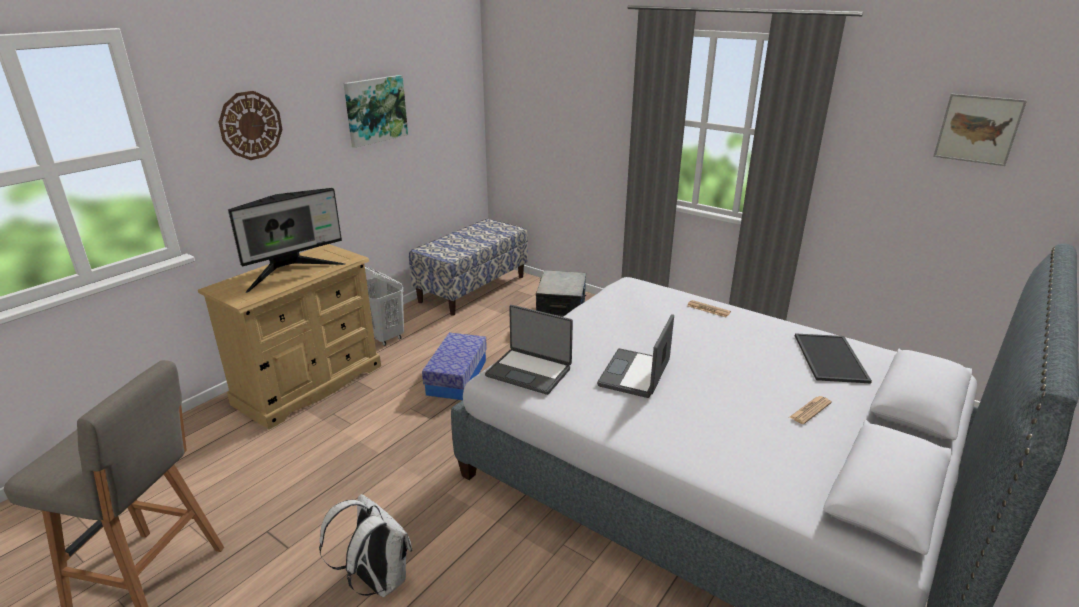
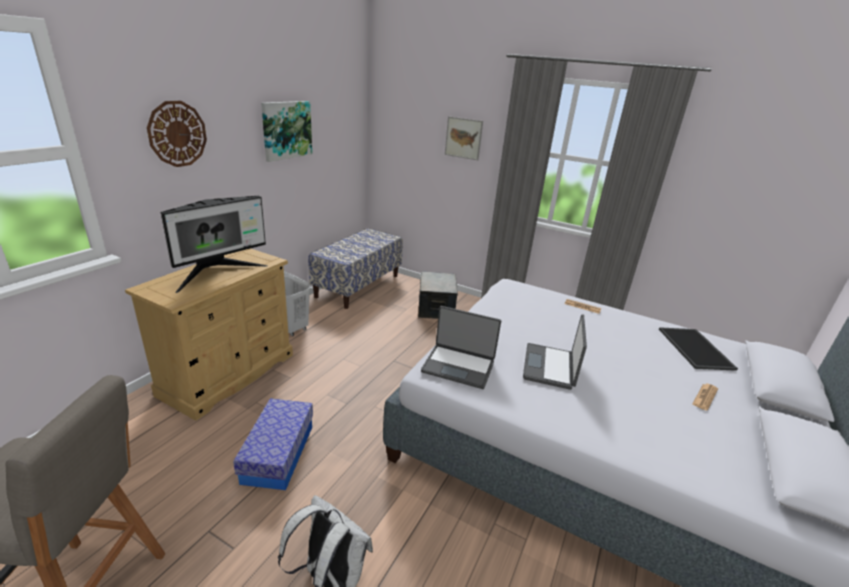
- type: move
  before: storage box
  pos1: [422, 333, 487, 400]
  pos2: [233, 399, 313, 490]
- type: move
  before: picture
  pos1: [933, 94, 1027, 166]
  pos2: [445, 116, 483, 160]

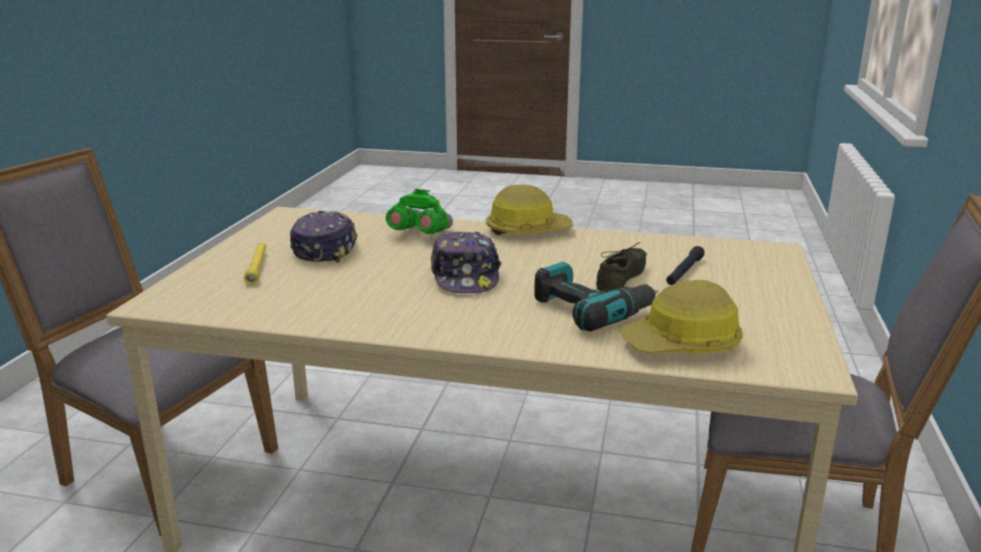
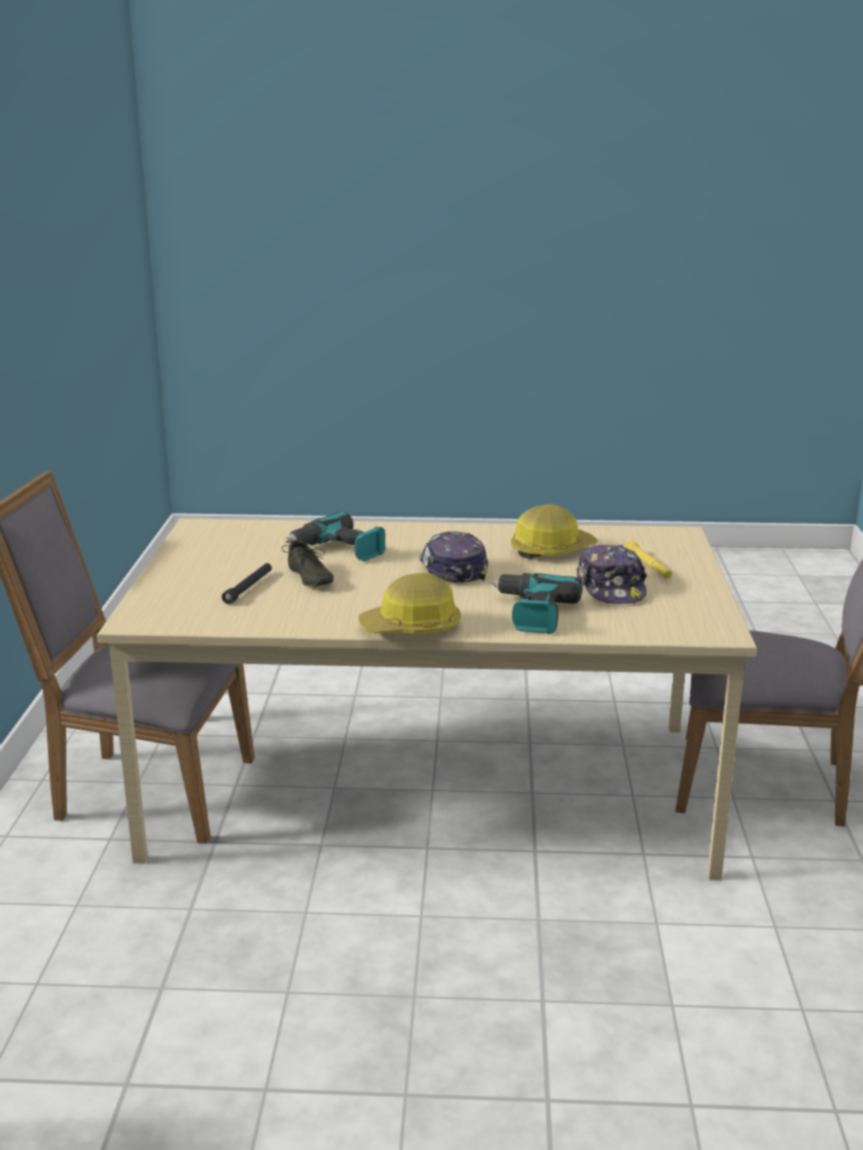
- type: move
  before: hard hat
  pos1: [619, 280, 743, 354]
  pos2: [511, 504, 598, 559]
- type: replace
  before: green field glasses
  after: drill
  pos1: [386, 189, 453, 234]
  pos2: [489, 573, 583, 634]
- type: rotate
  before: gray low shoe
  pos1: [596, 242, 647, 292]
  pos2: [282, 537, 334, 586]
  turn: -45

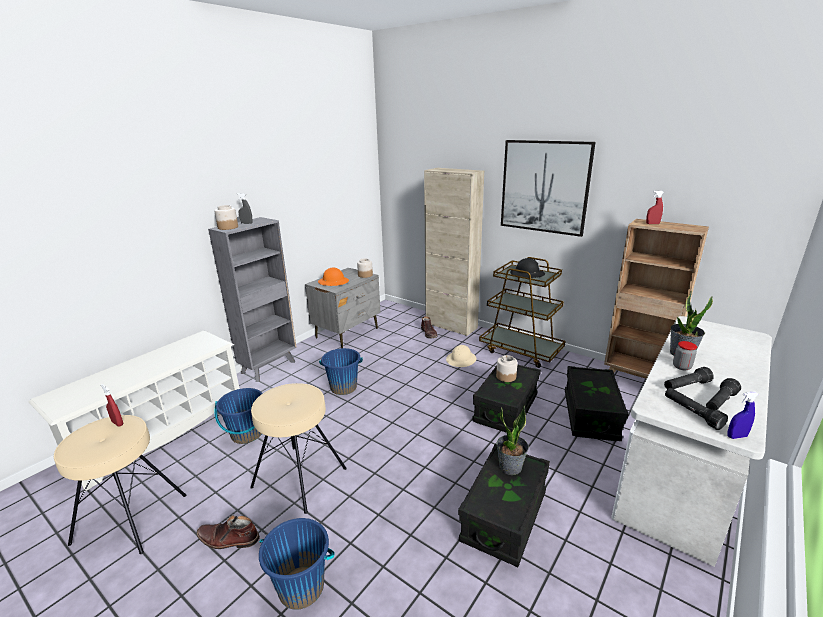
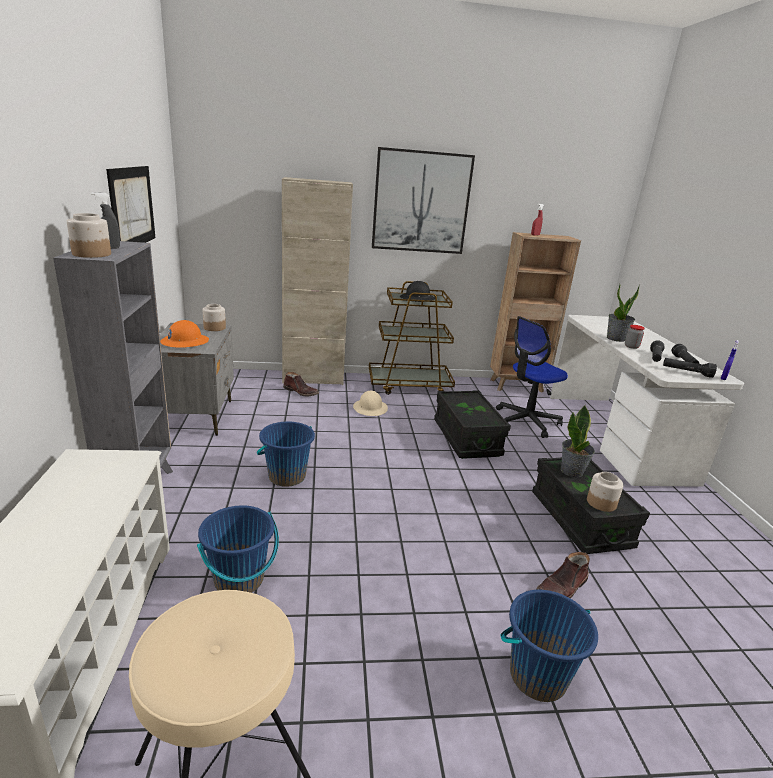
- type: delete
  before: reddish sprayer
  pos1: [101, 384, 123, 426]
- type: delete
  before: sand-coloured stool seat
  pos1: [250, 383, 347, 514]
- type: insert
  after: picture
  pos2: [106, 166, 155, 243]
- type: move
  before: brown boot
  pos1: [197, 515, 260, 549]
  pos2: [536, 552, 590, 598]
- type: move
  before: storage jar
  pos1: [496, 355, 518, 382]
  pos2: [587, 472, 623, 512]
- type: replace
  before: black-coloured storage box
  after: office chair
  pos1: [565, 366, 629, 441]
  pos2: [496, 316, 568, 438]

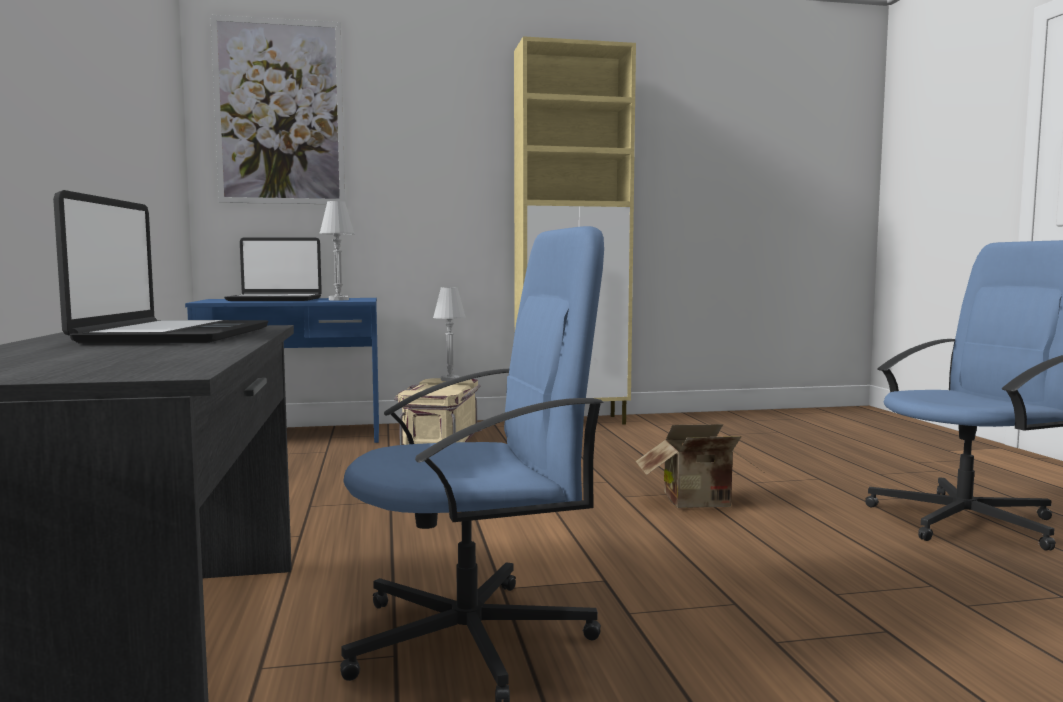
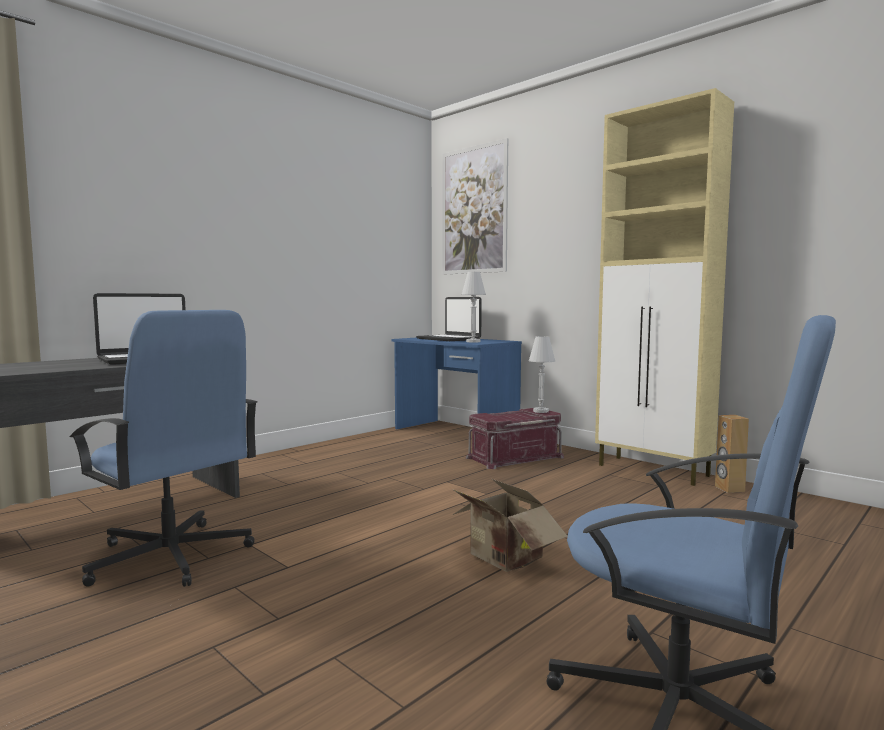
- type: insert
  after: brown speaker
  pos2: [715, 415, 749, 493]
- type: recolor
  before: sand-coloured storage box
  after: reddish storage box
  pos1: [394, 378, 482, 445]
  pos2: [466, 408, 564, 469]

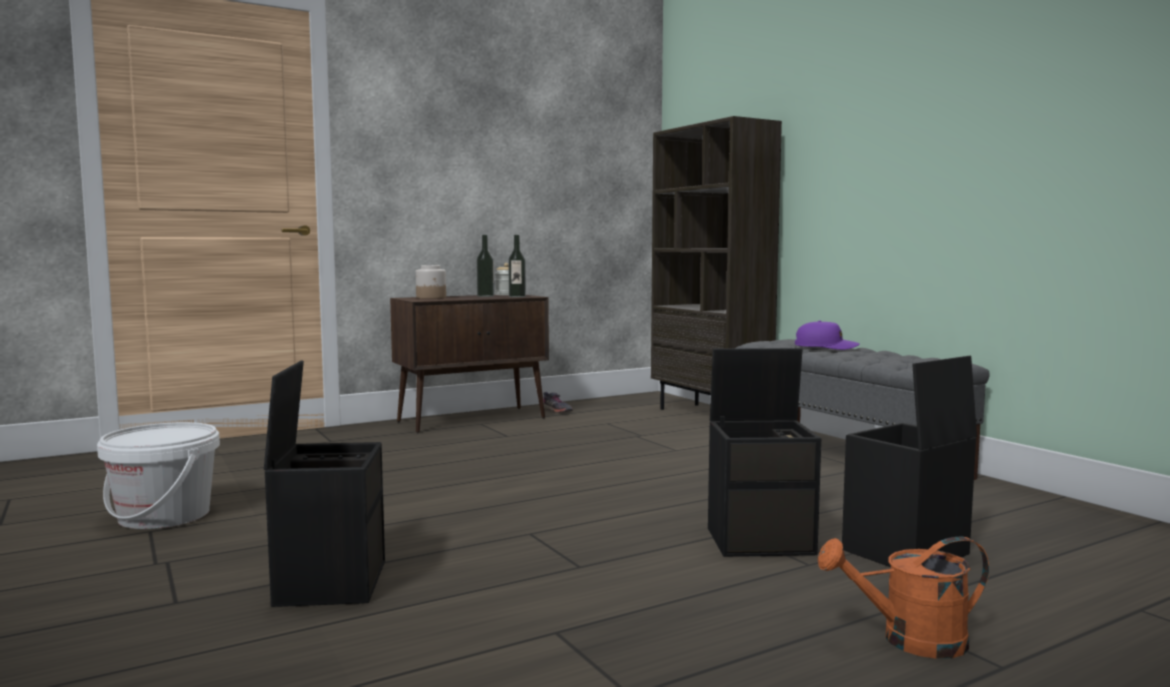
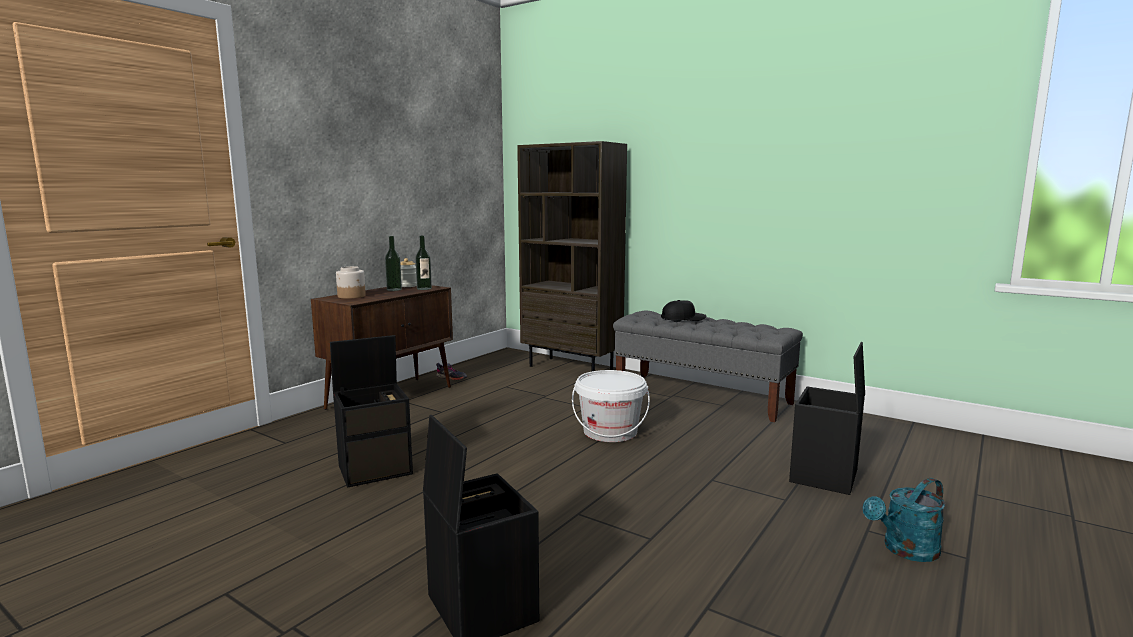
- type: move
  before: white-coloured water bucket
  pos1: [97, 422, 220, 529]
  pos2: [572, 370, 650, 442]
- type: move
  before: black-coloured storage box
  pos1: [708, 348, 821, 557]
  pos2: [330, 335, 413, 488]
- type: recolor
  before: purple peaked cap
  after: black-coloured peaked cap
  pos1: [795, 320, 860, 350]
  pos2: [661, 300, 707, 321]
- type: recolor
  before: orangey watering can
  after: turquoise watering can
  pos1: [818, 536, 989, 659]
  pos2: [863, 478, 946, 562]

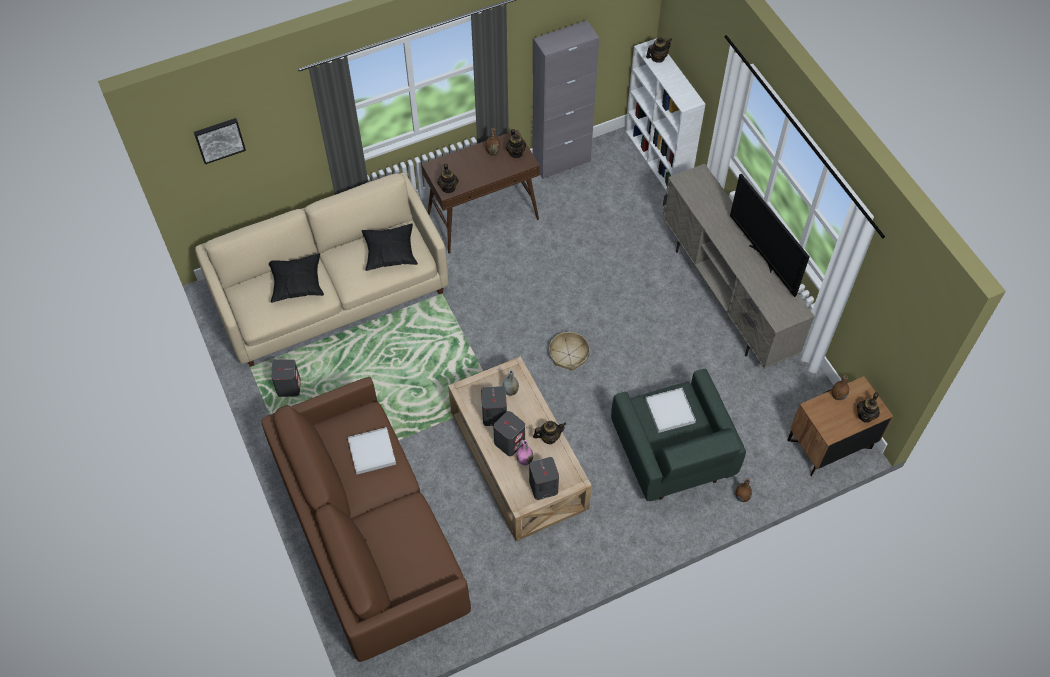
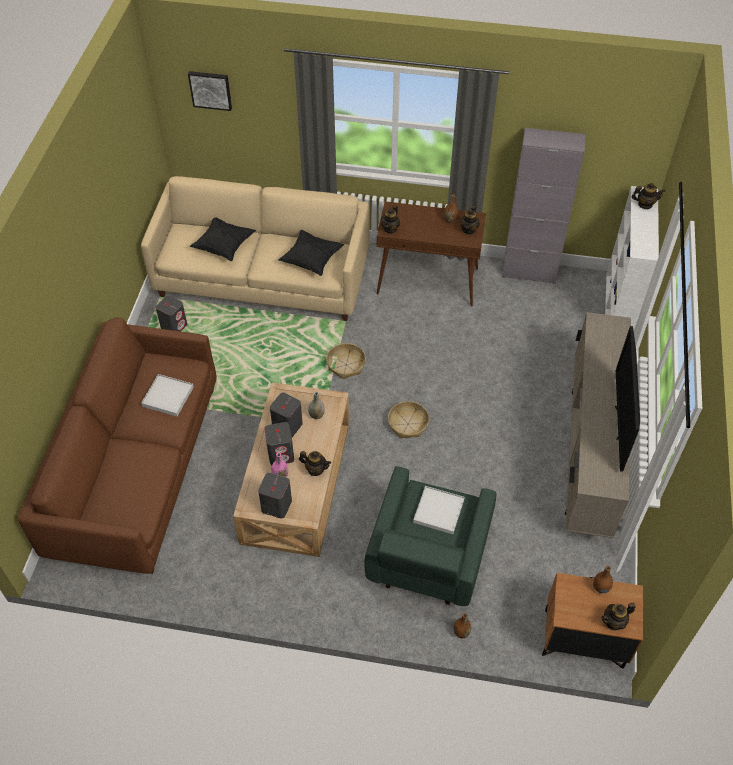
- type: insert
  after: basket
  pos2: [326, 343, 366, 379]

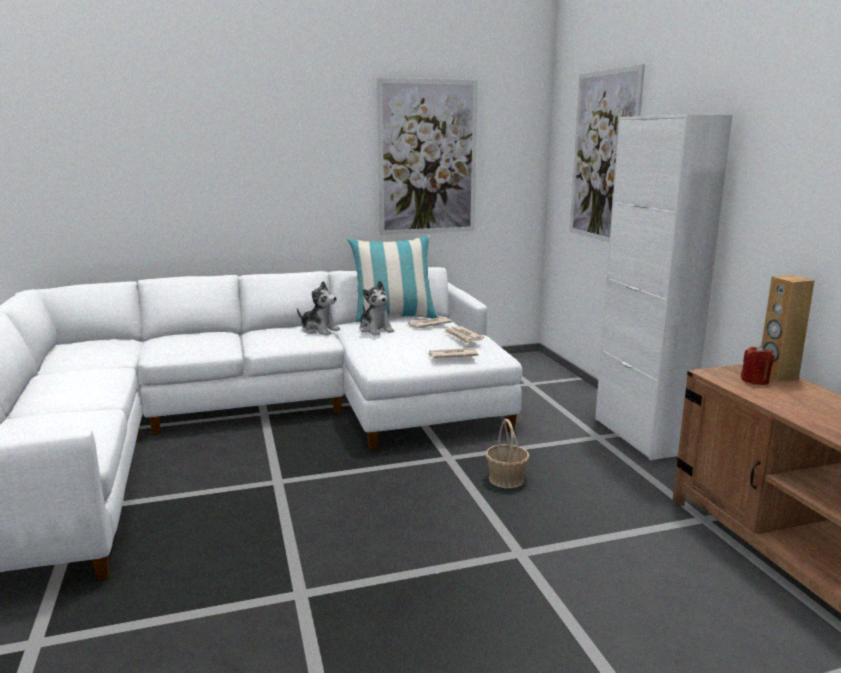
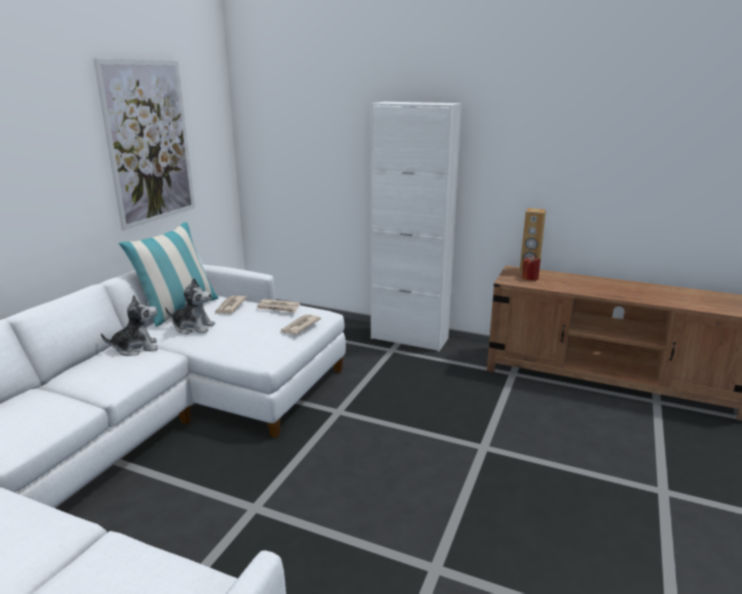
- type: delete
  before: basket
  pos1: [486, 419, 530, 488]
- type: delete
  before: picture
  pos1: [570, 64, 645, 243]

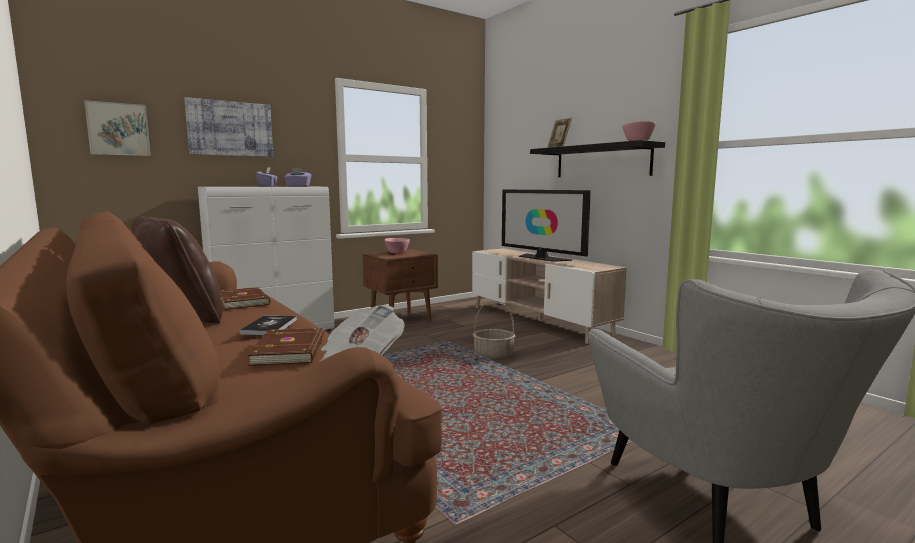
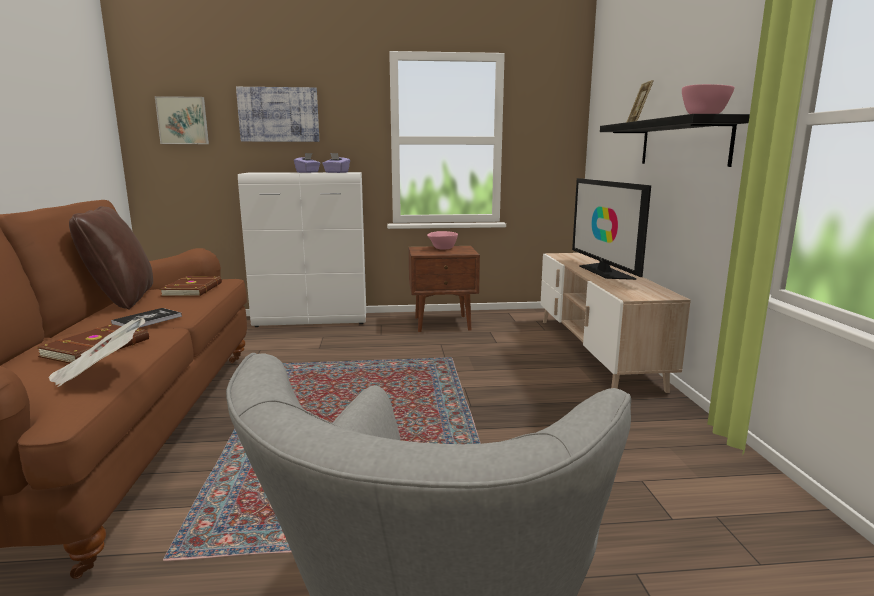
- type: delete
  before: basket
  pos1: [473, 301, 515, 359]

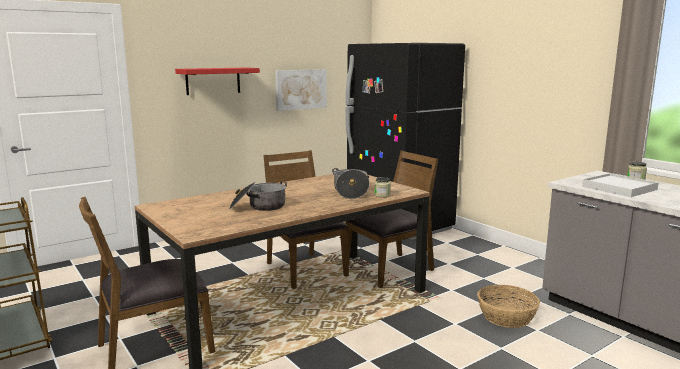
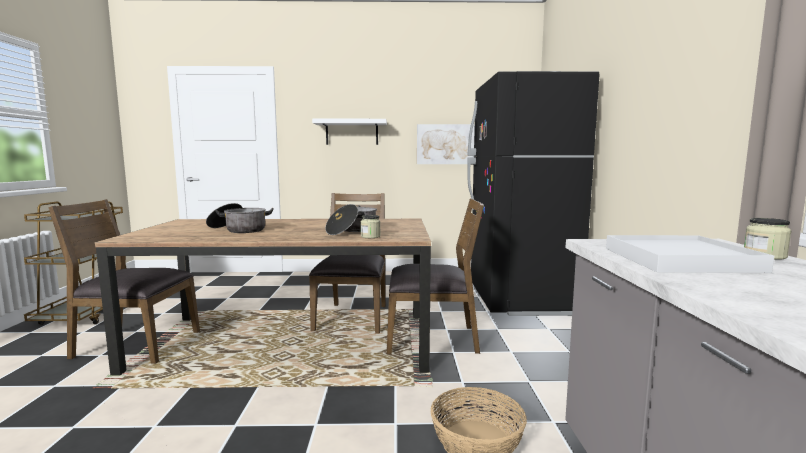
- type: recolor
  before: reddish shelf
  after: white-coloured shelf
  pos1: [175, 67, 260, 95]
  pos2: [312, 119, 387, 145]

